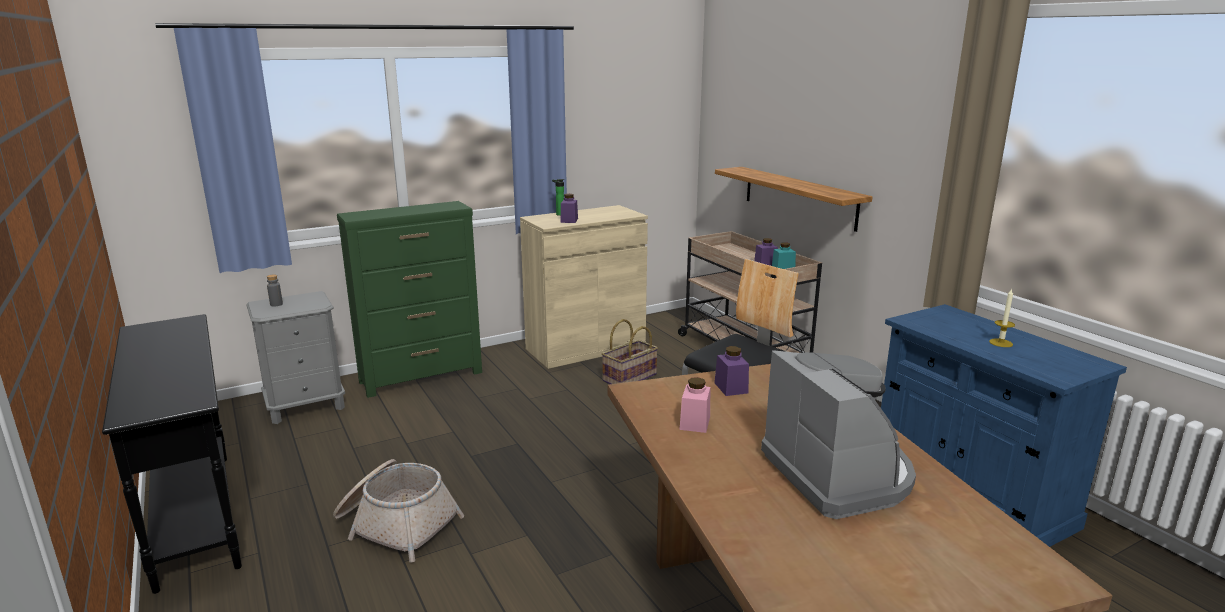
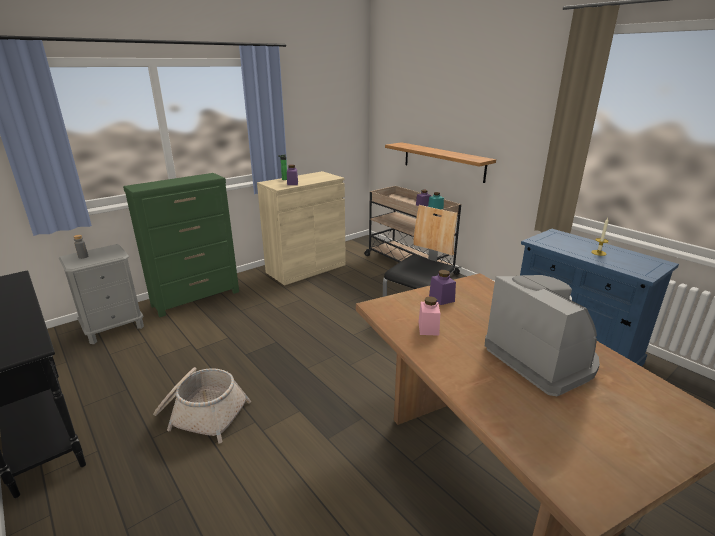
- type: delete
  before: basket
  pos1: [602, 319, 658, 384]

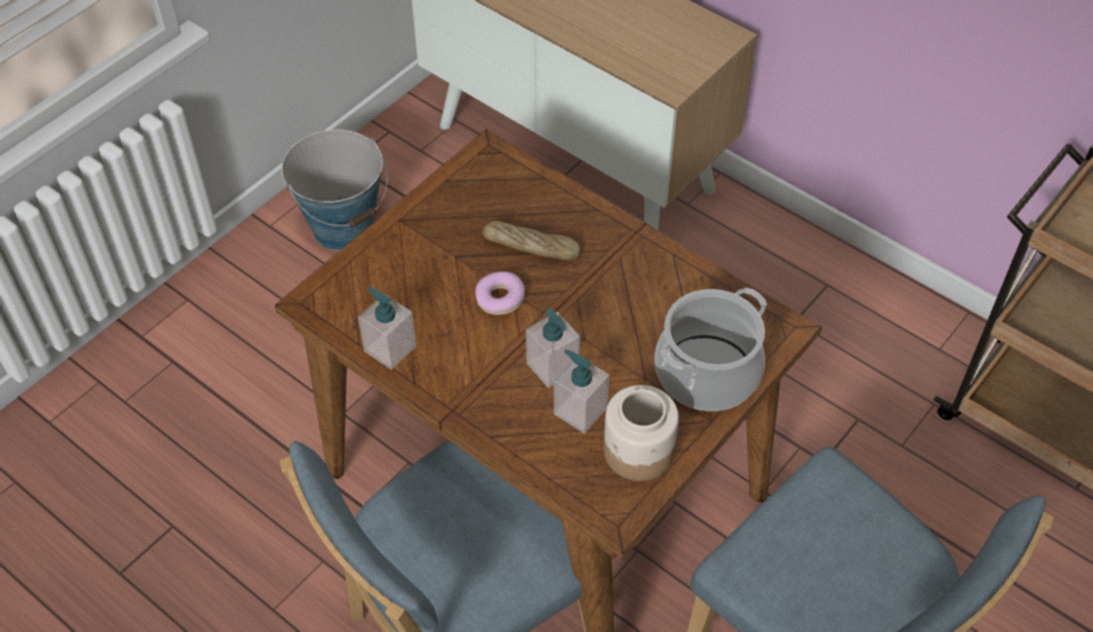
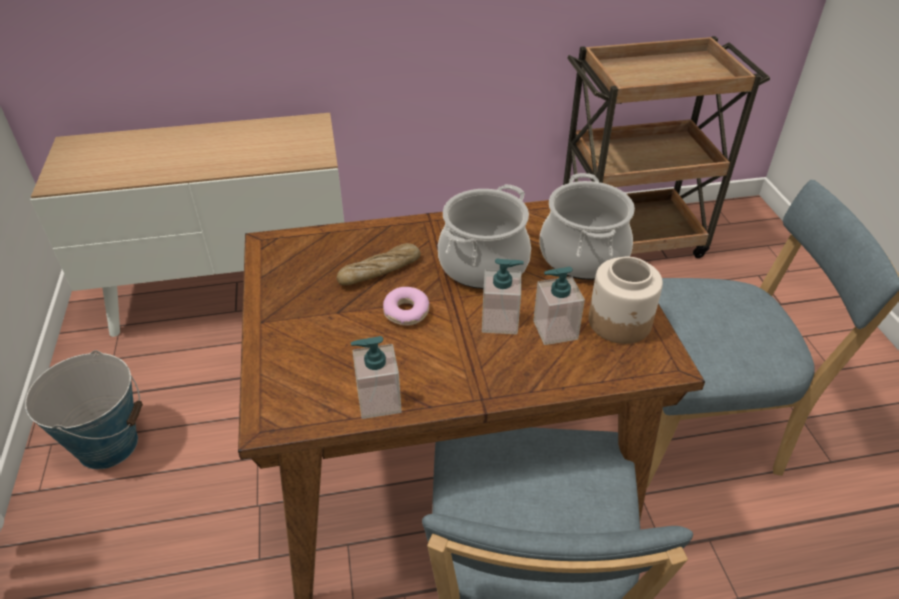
- type: insert
  after: saucepot
  pos2: [438, 184, 531, 289]

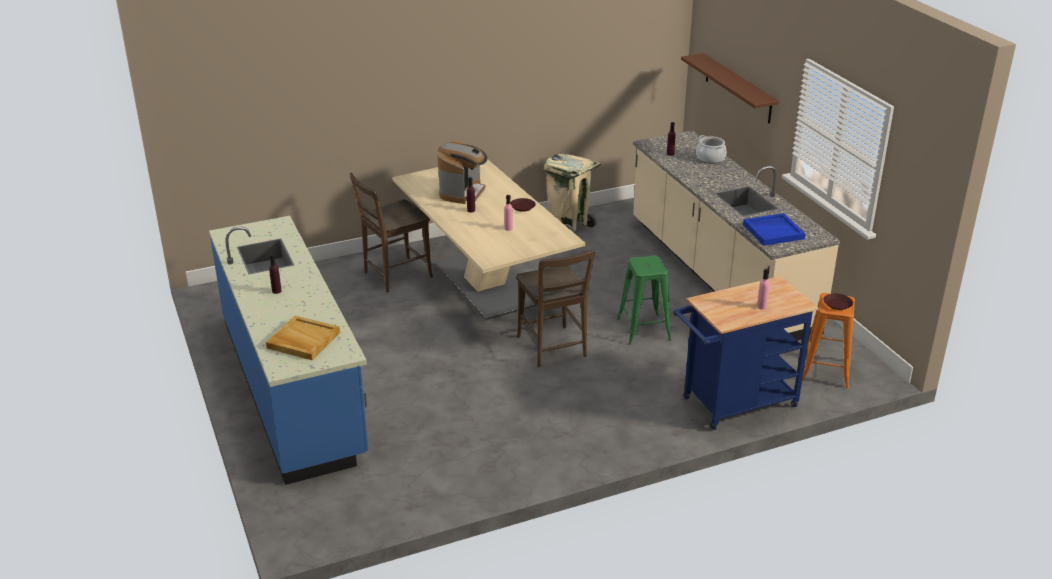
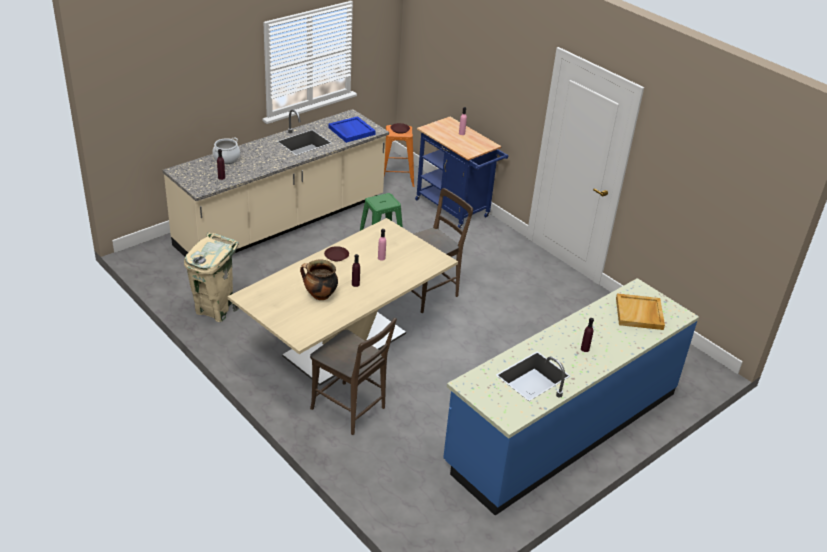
- type: delete
  before: brown shelf
  pos1: [681, 53, 779, 124]
- type: replace
  before: coffee brewer
  after: saucepot
  pos1: [437, 141, 487, 204]
  pos2: [300, 260, 338, 300]

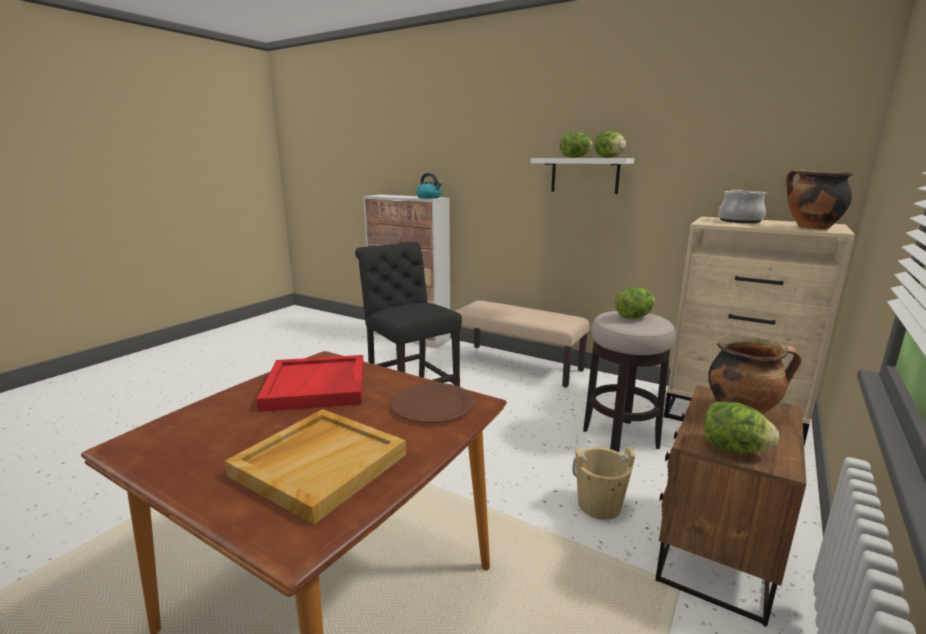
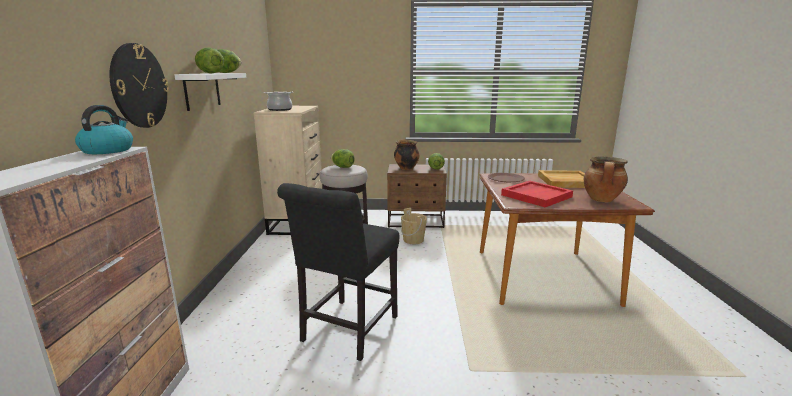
- type: delete
  before: sand-coloured indoor bench
  pos1: [455, 301, 590, 387]
- type: insert
  after: hanging clock
  pos2: [109, 43, 169, 128]
- type: move
  before: saucepot
  pos1: [786, 169, 853, 230]
  pos2: [584, 157, 628, 203]

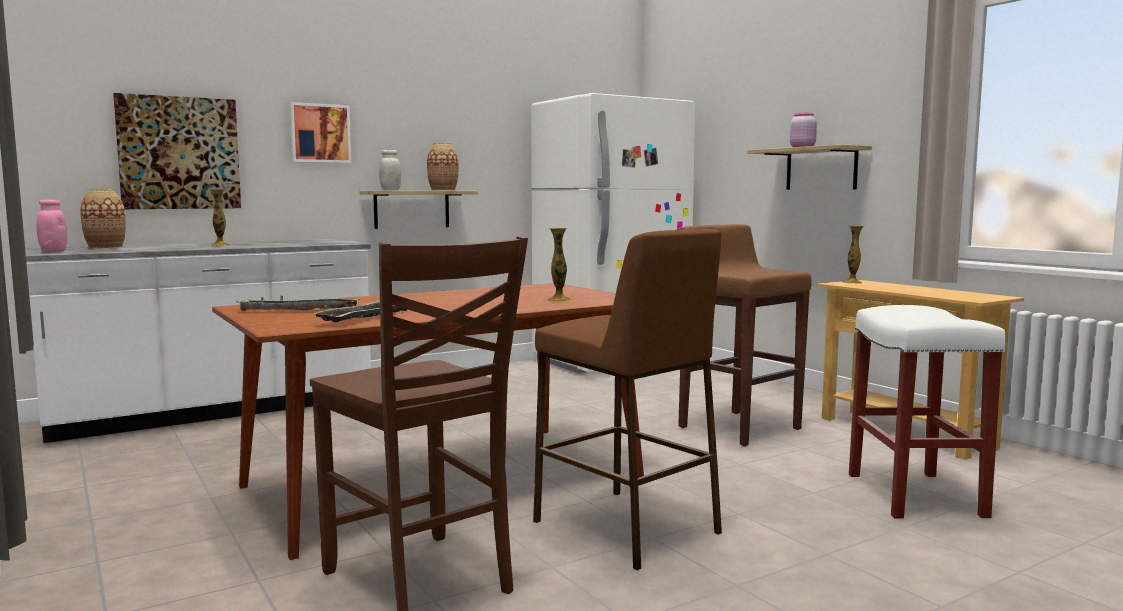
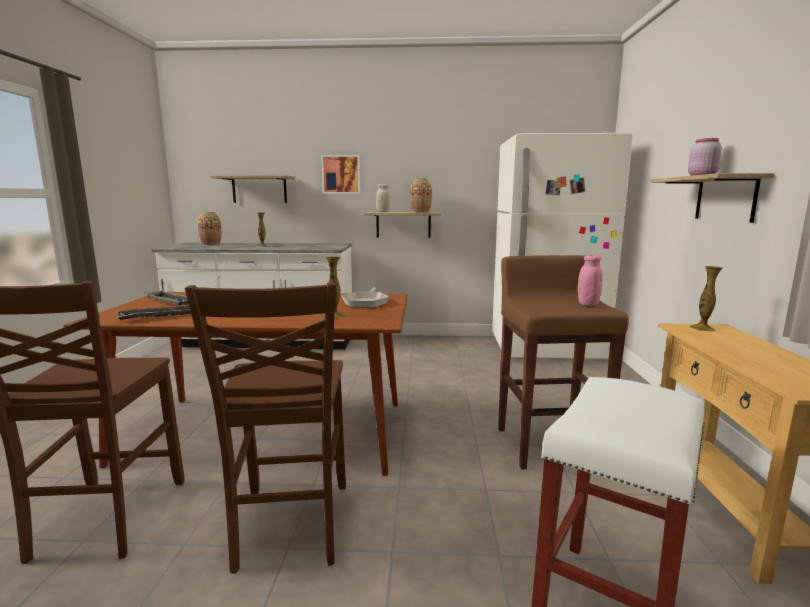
- type: insert
  after: frying pan
  pos2: [341, 287, 389, 308]
- type: move
  before: pink storage jar
  pos1: [36, 200, 67, 252]
  pos2: [578, 255, 603, 306]
- type: replace
  before: picture
  after: shelf
  pos1: [113, 93, 241, 209]
  pos2: [210, 175, 295, 203]
- type: replace
  before: brown stool seat
  after: brown upright chair
  pos1: [533, 229, 722, 570]
  pos2: [185, 282, 346, 574]

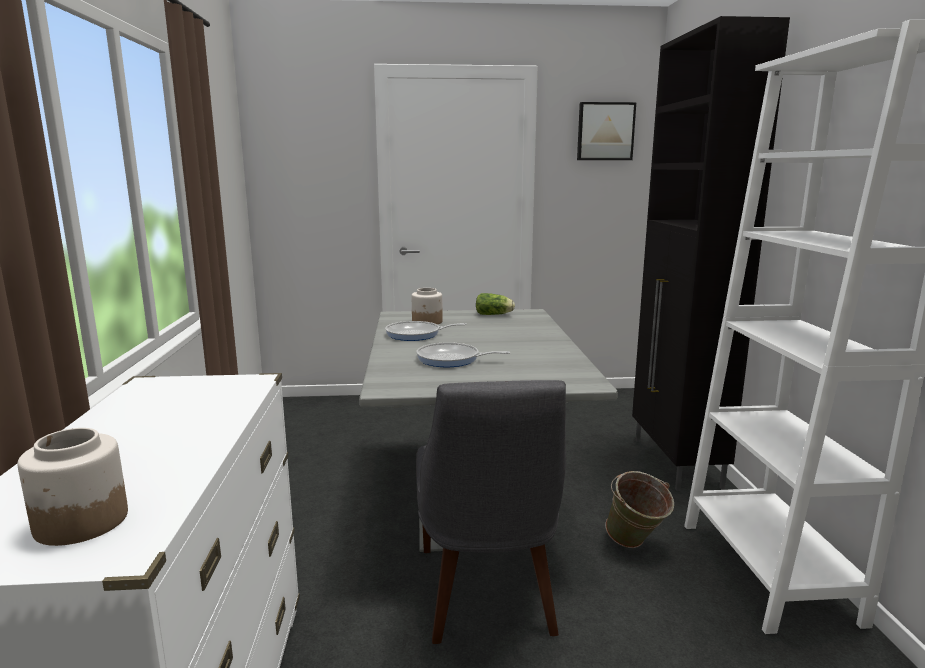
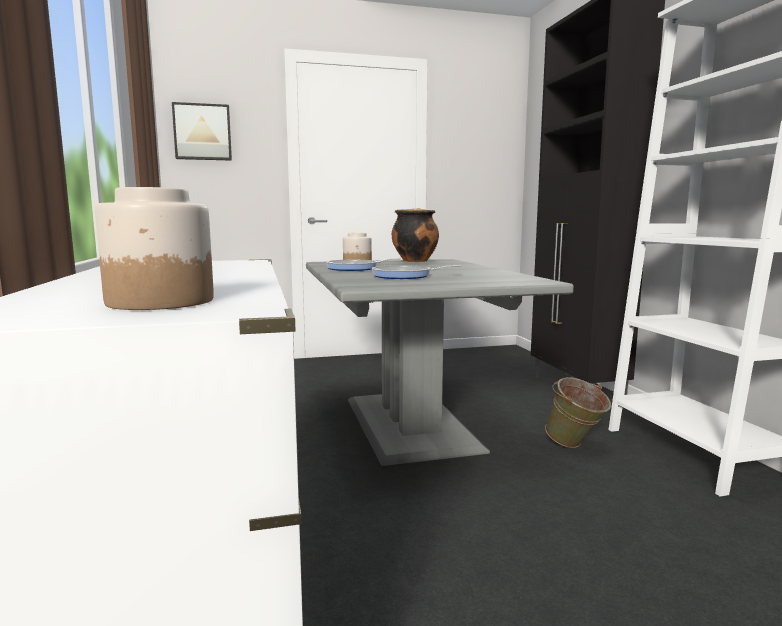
- type: delete
  before: gray upright chair
  pos1: [416, 380, 566, 644]
- type: move
  before: picture
  pos1: [577, 102, 636, 160]
  pos2: [172, 102, 232, 161]
- type: replace
  before: lettuce head
  after: saucepot
  pos1: [476, 293, 515, 315]
  pos2: [392, 209, 439, 262]

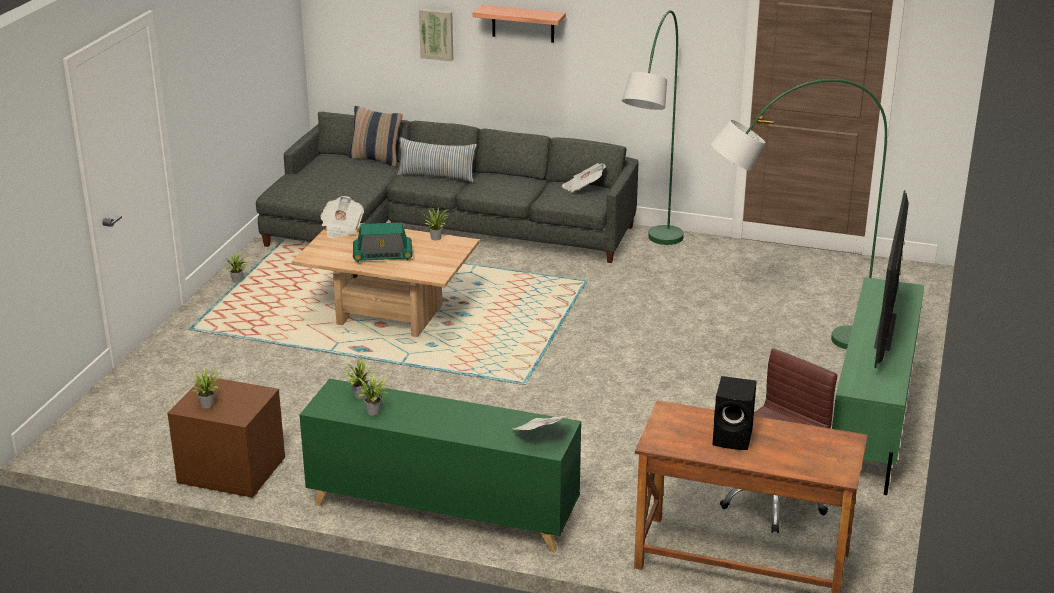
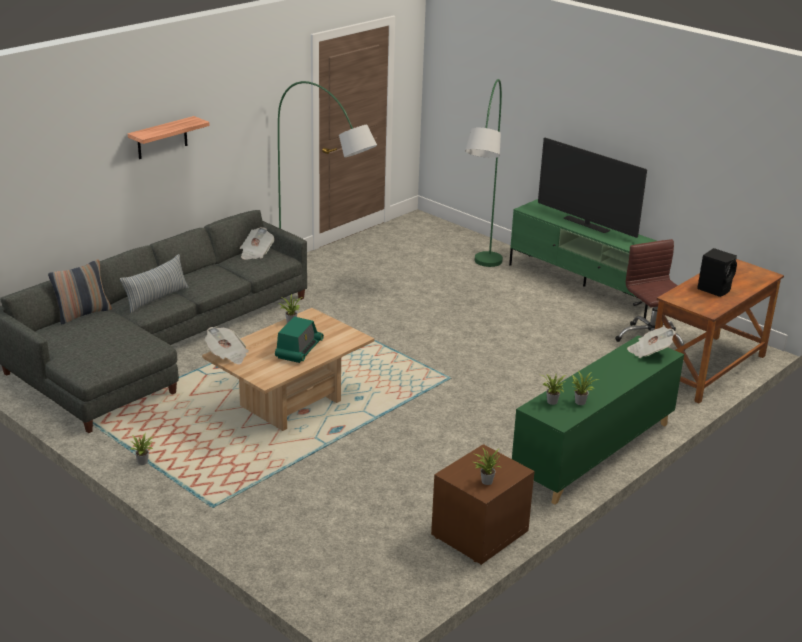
- type: delete
  before: picture
  pos1: [419, 9, 453, 61]

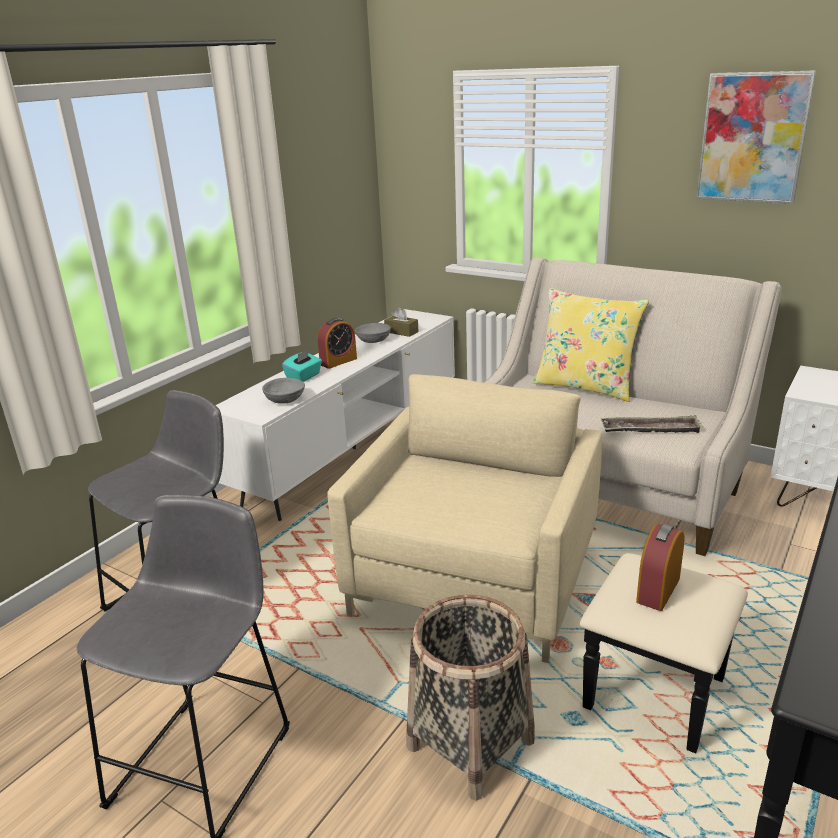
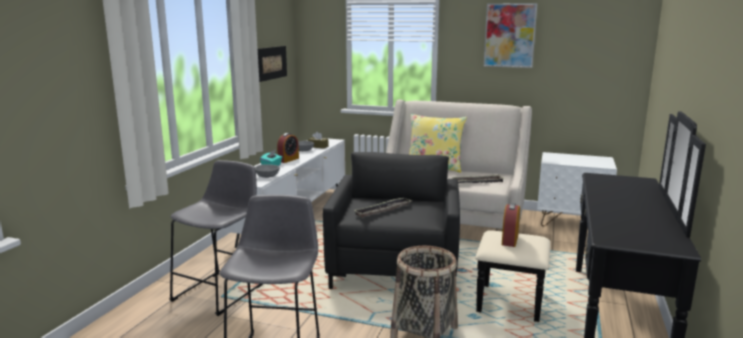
- type: insert
  after: picture
  pos2: [258, 46, 287, 82]
- type: insert
  after: tray
  pos2: [353, 197, 412, 217]
- type: recolor
  before: sand-coloured lounge chair
  after: black-coloured lounge chair
  pos1: [327, 374, 602, 663]
  pos2: [323, 152, 460, 289]

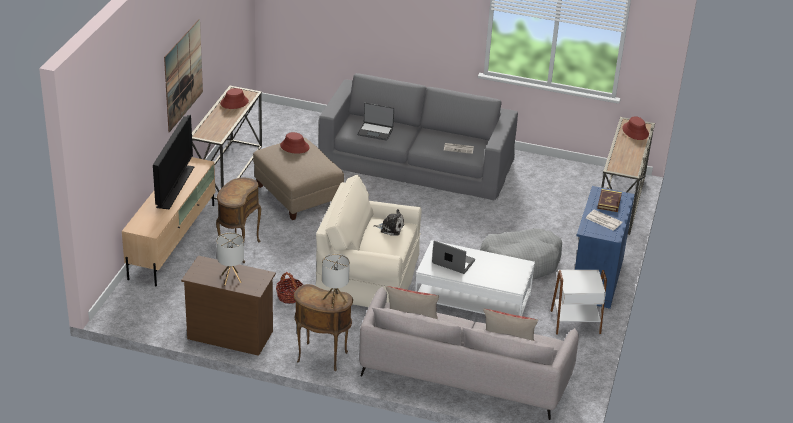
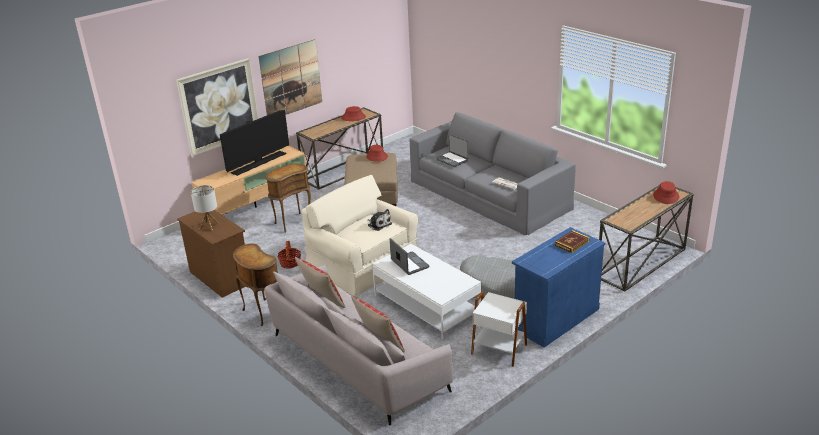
- type: delete
  before: table lamp
  pos1: [322, 254, 350, 309]
- type: delete
  before: daily paper
  pos1: [586, 210, 622, 231]
- type: insert
  after: picture
  pos2: [176, 58, 259, 157]

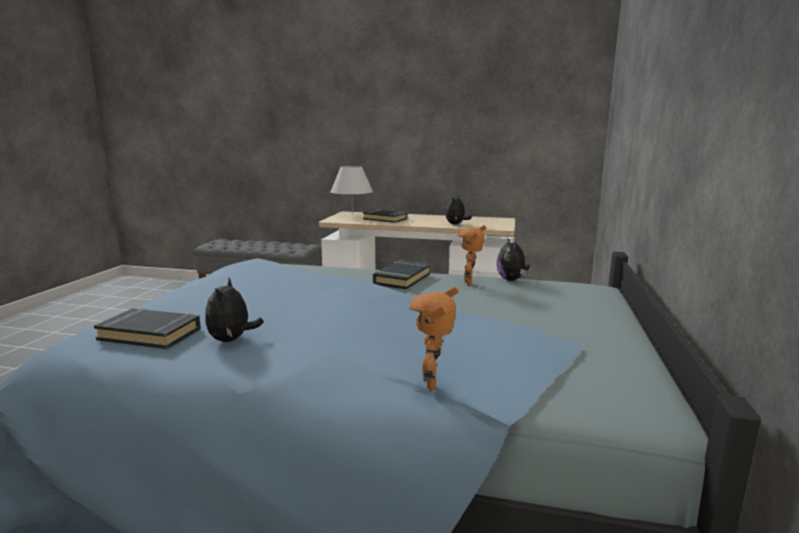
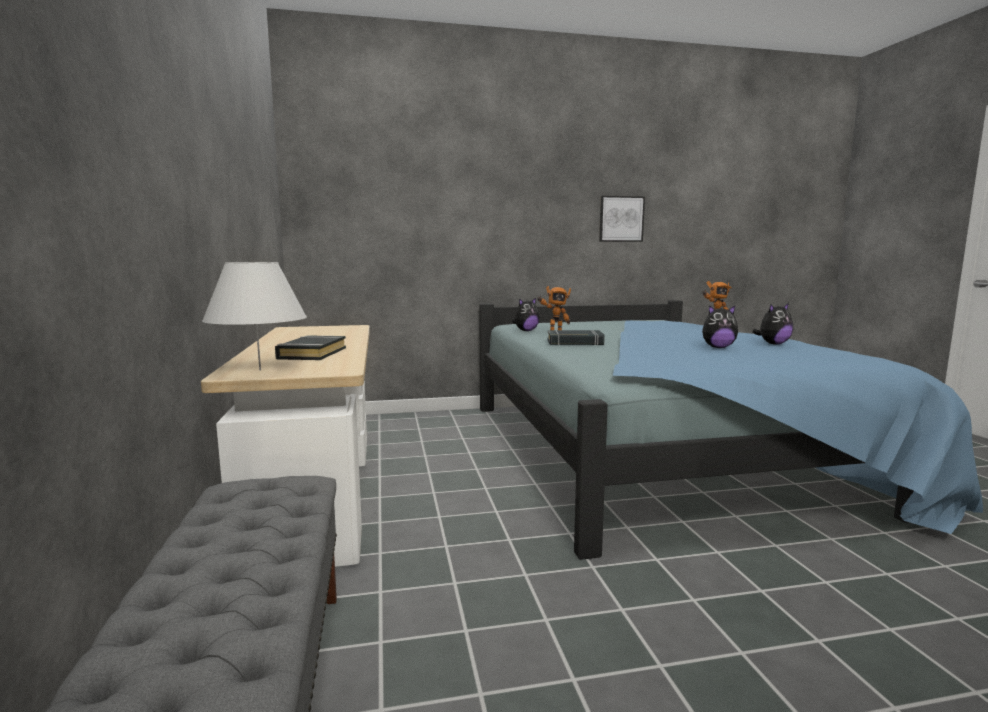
- type: delete
  before: black-coloured volume
  pos1: [94, 308, 201, 349]
- type: insert
  after: picture
  pos2: [599, 196, 645, 242]
- type: move
  before: plush toy
  pos1: [446, 195, 472, 225]
  pos2: [702, 305, 738, 348]

